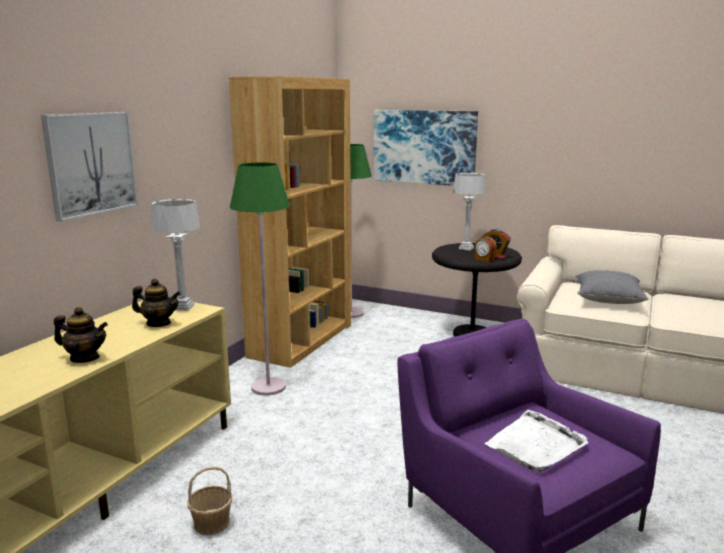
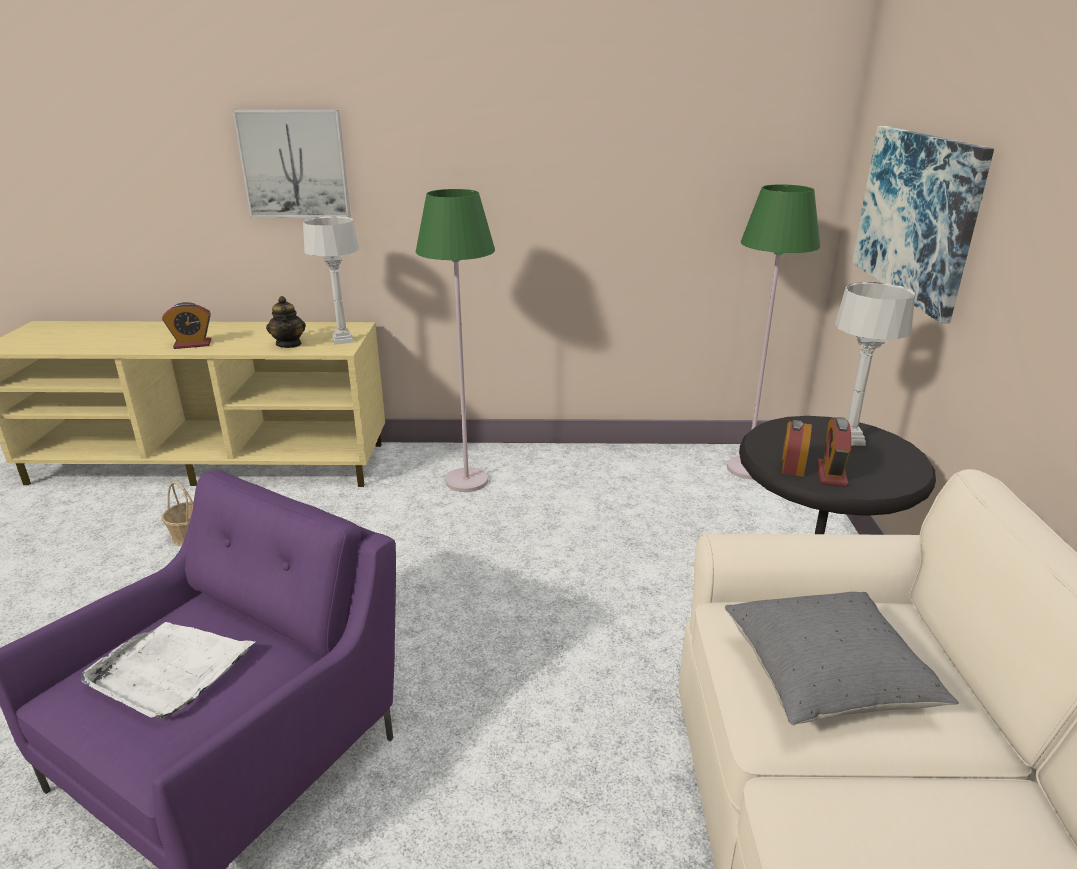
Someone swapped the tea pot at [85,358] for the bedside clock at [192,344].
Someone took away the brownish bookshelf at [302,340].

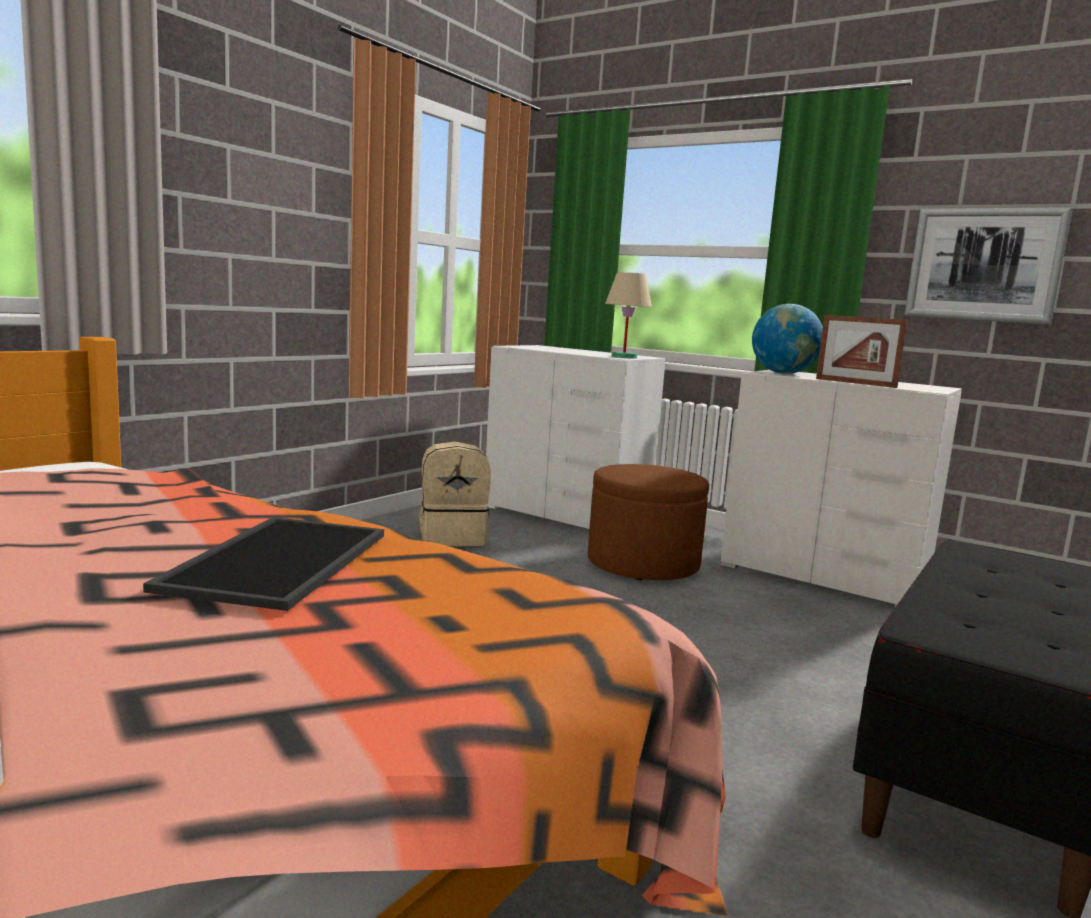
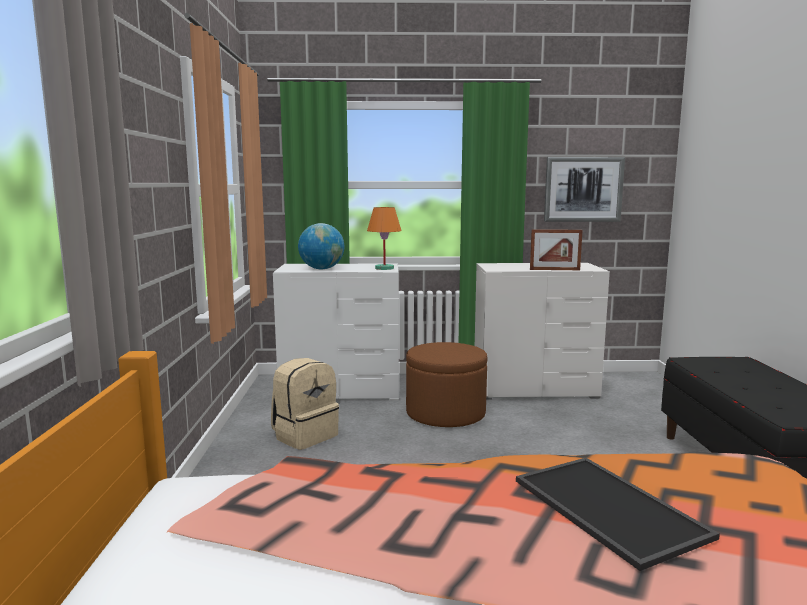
Someone repainted the beige lamp for a table at [624,357], which became the orange-coloured lamp for a table at [384,268].
Someone carried the globe from [783,373] to [322,269].

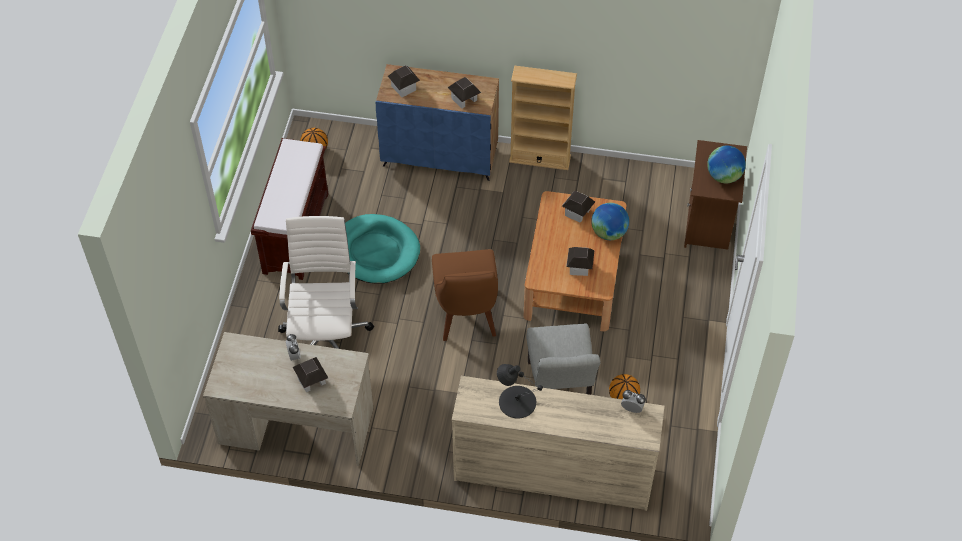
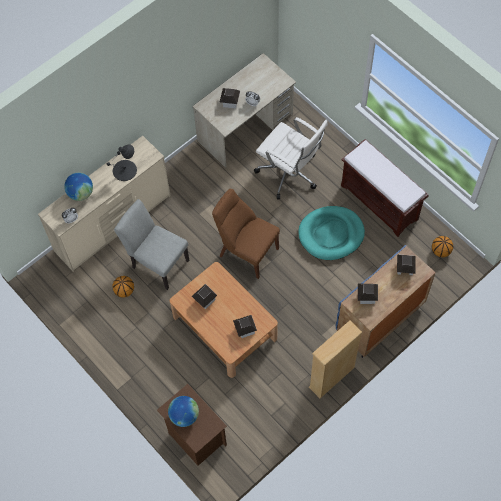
Someone carried the globe from [608,233] to [81,193].

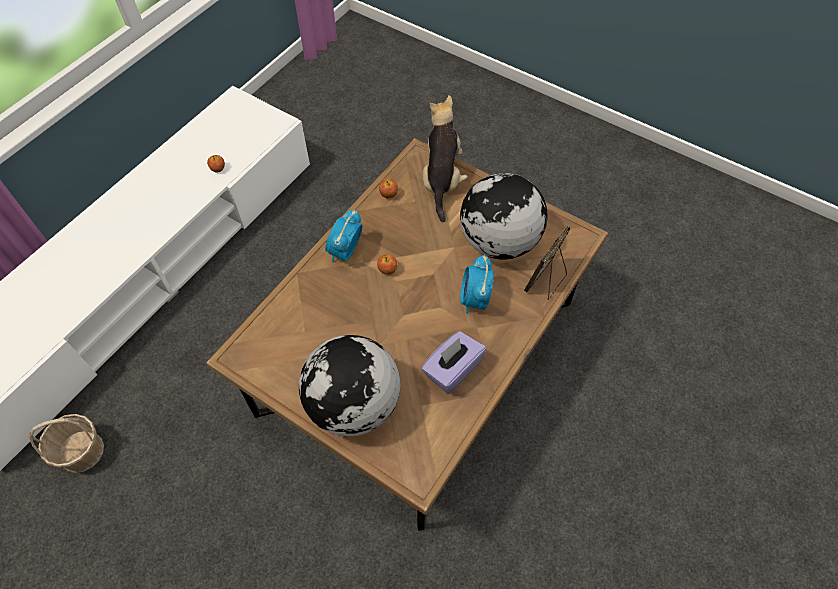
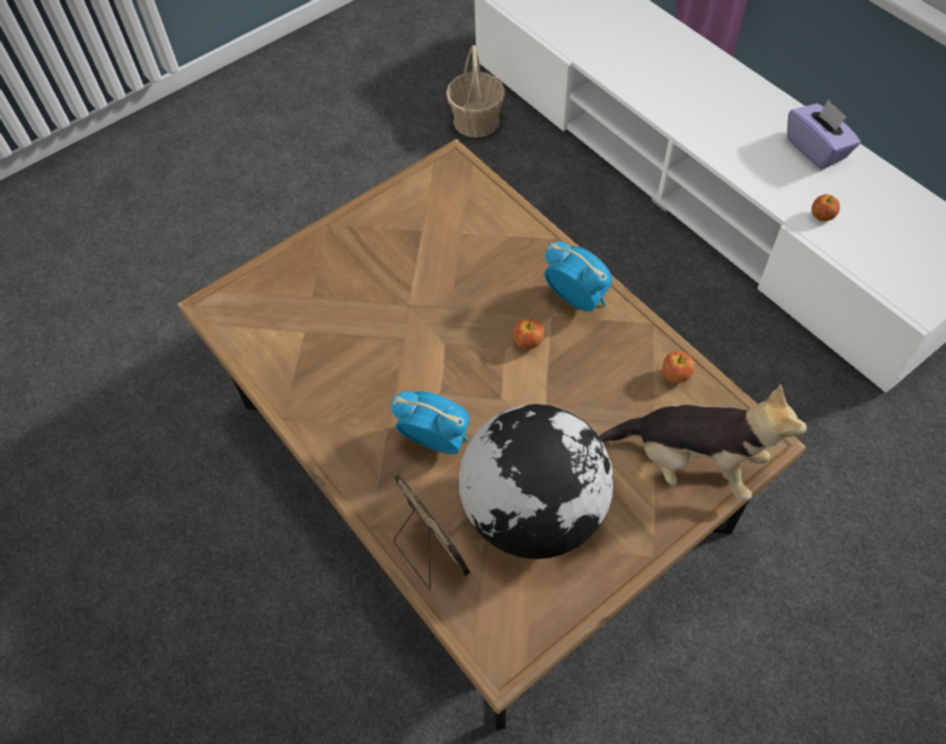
Someone took away the globe at [353,405].
Someone carried the purple tissue holder from [452,370] to [816,149].

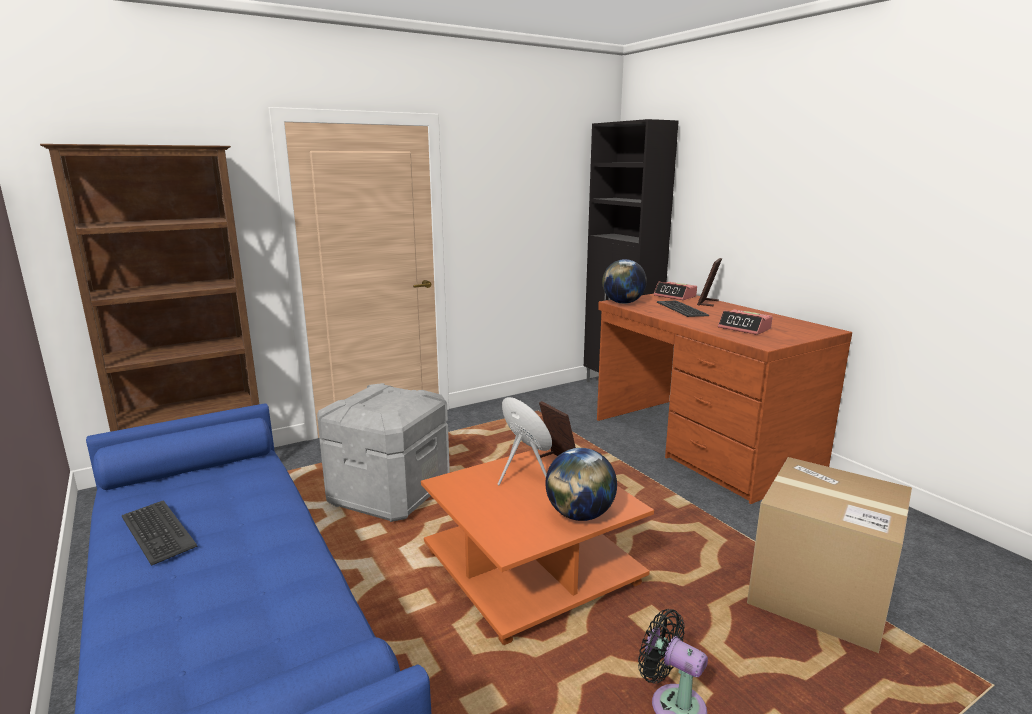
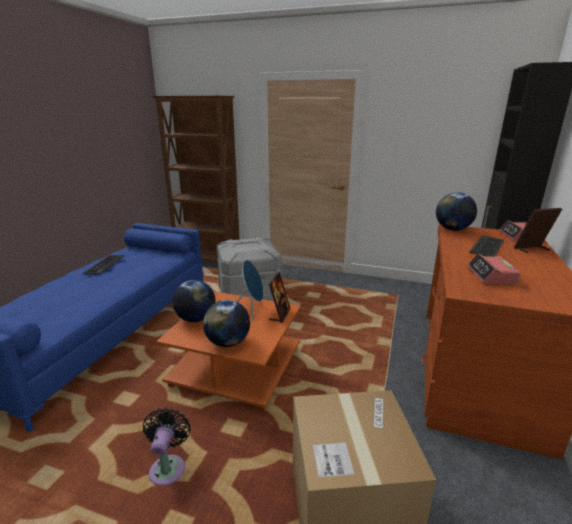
Someone put down the globe at [196,319].

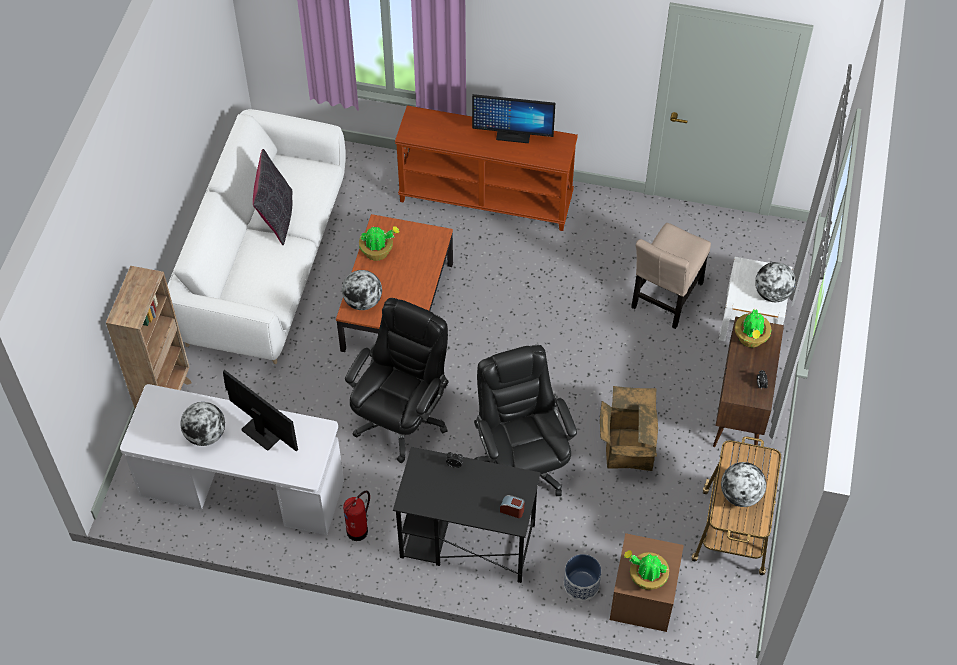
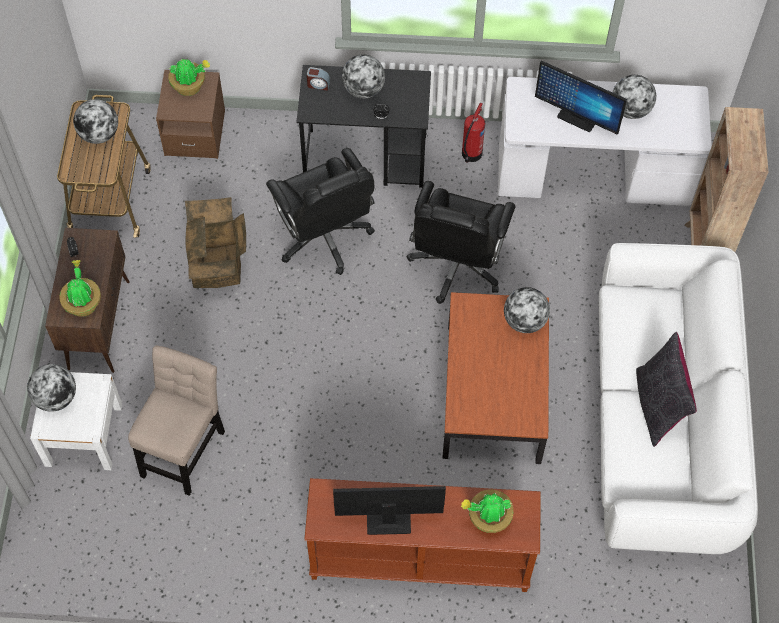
Someone carried the potted plant from [378,252] to [488,518].
Someone took away the flower pot at [581,585].
Someone put down the globe at [363,90].

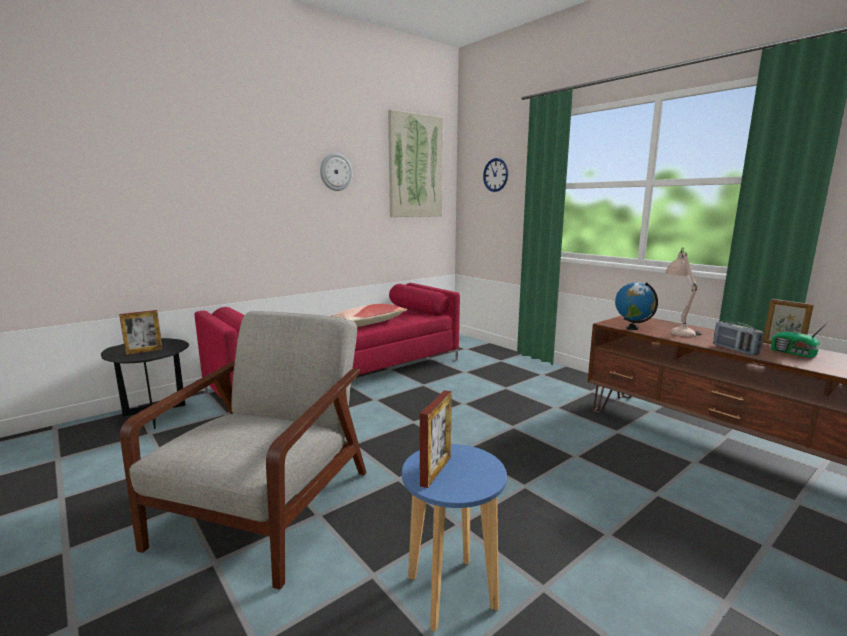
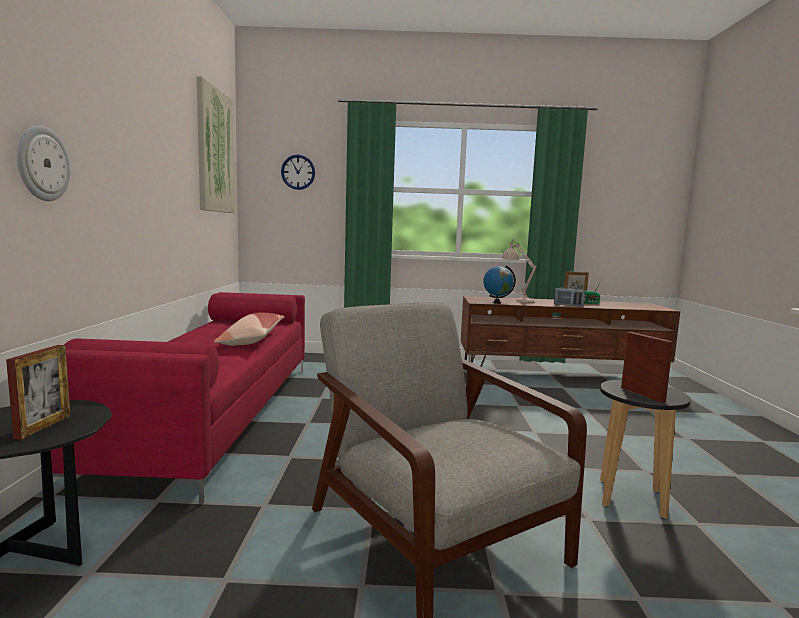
Someone carried the wall clock from [335,172] to [42,163].
Someone repainted the blue stool seat at [451,592], which became the blackish stool seat at [631,499].

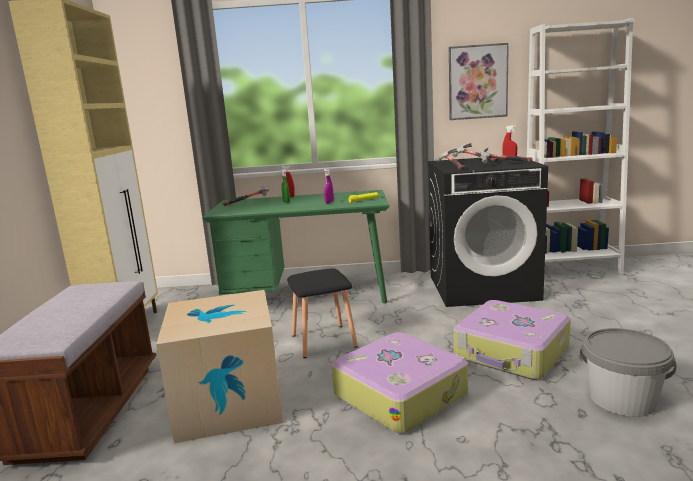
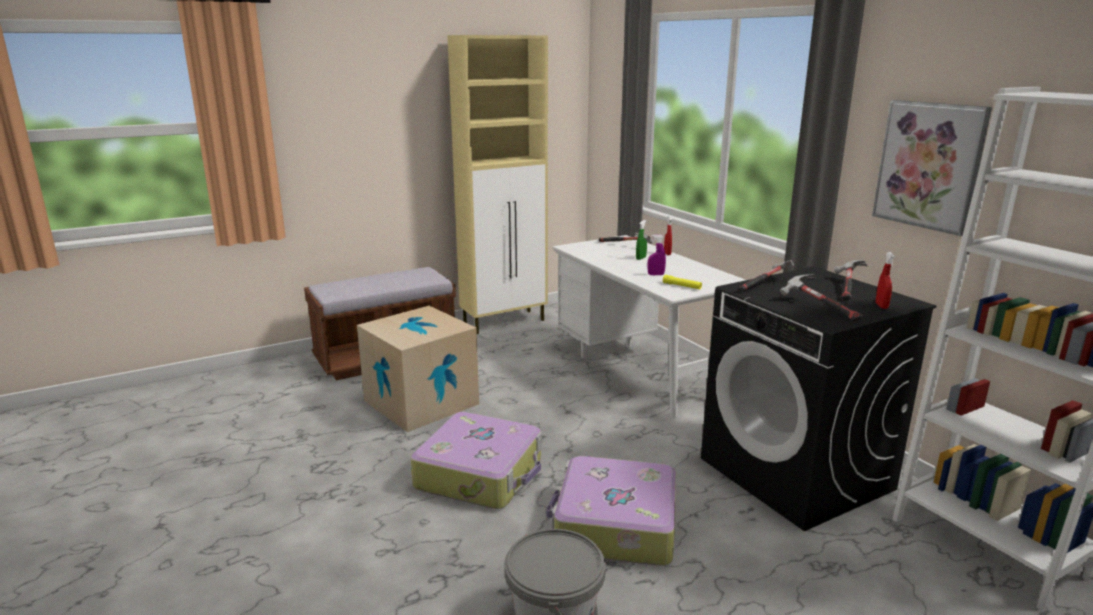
Someone repainted the greenish desk unit at [308,298], which became the white desk unit at [641,373].
Someone took away the blackish stool seat at [323,341].

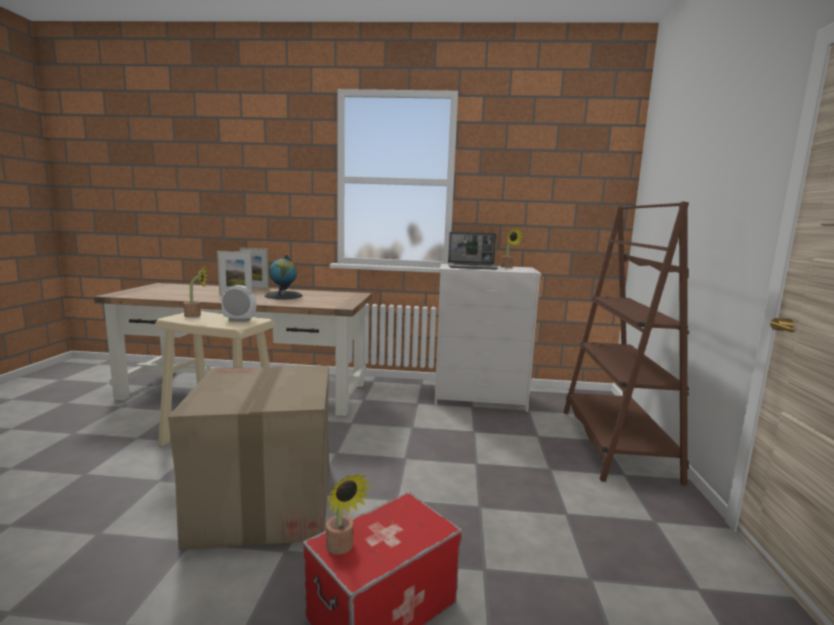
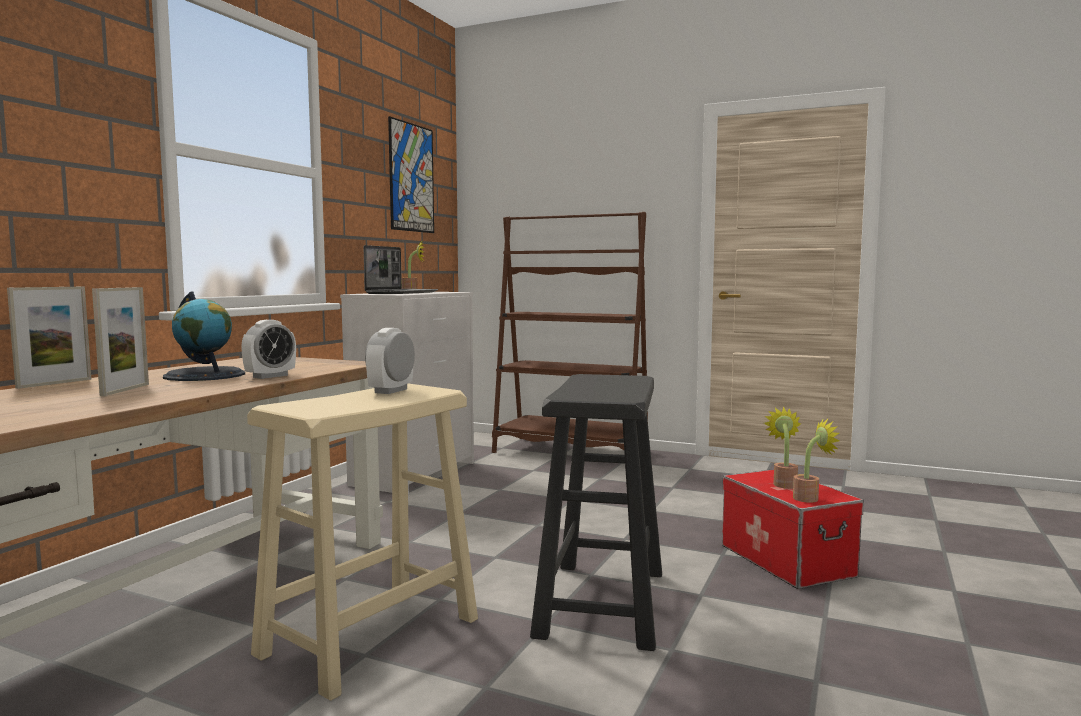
Someone swapped the packing box at [264,504] for the blackish stool seat at [602,603].
Someone carried the potted plant from [196,315] to [783,483].
Someone put down the bedside clock at [270,376].
Someone put up the wall art at [411,178].

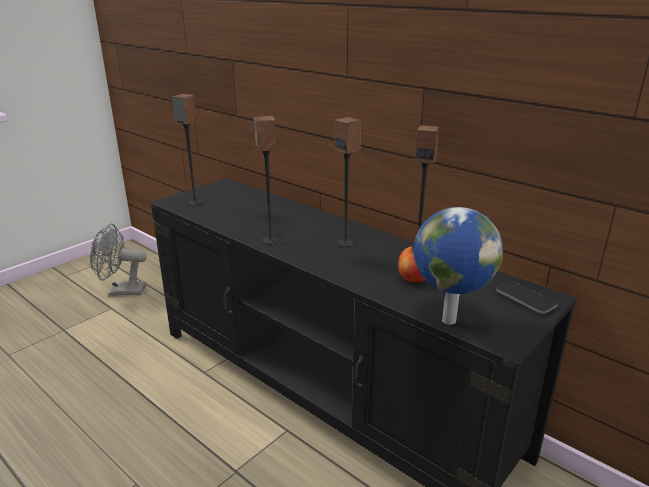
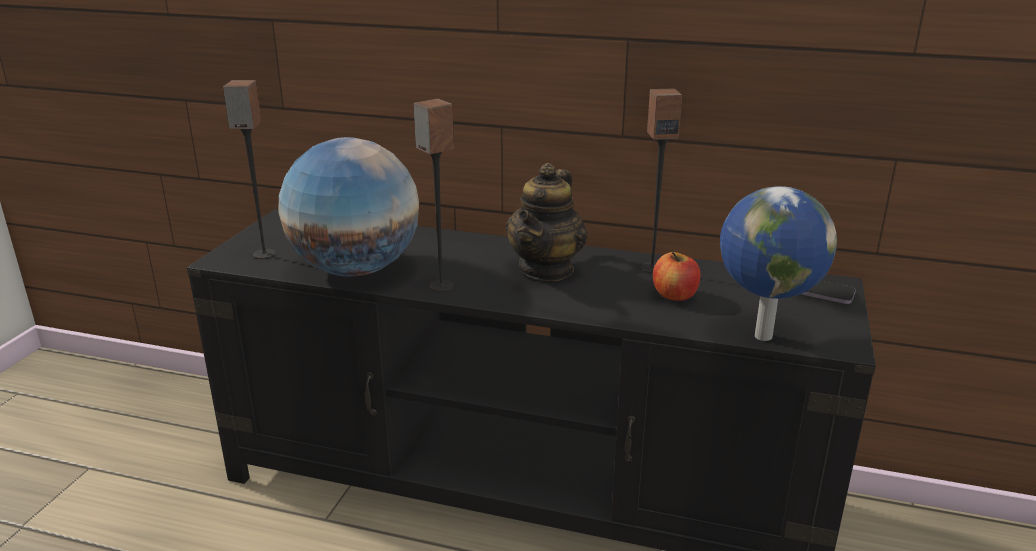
Someone took away the grey cooling fan at [121,291].
Someone swapped the speaker at [345,243] for the tea pot at [547,269].
Someone put down the globe at [355,269].

